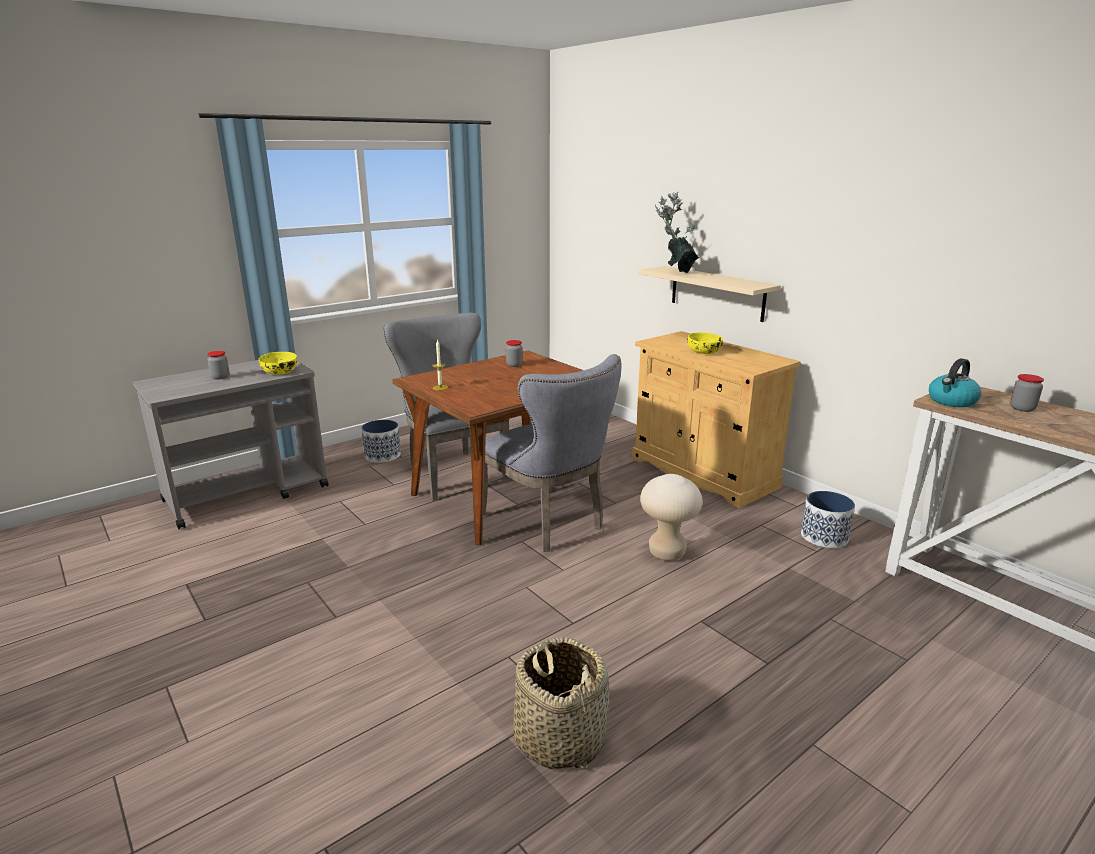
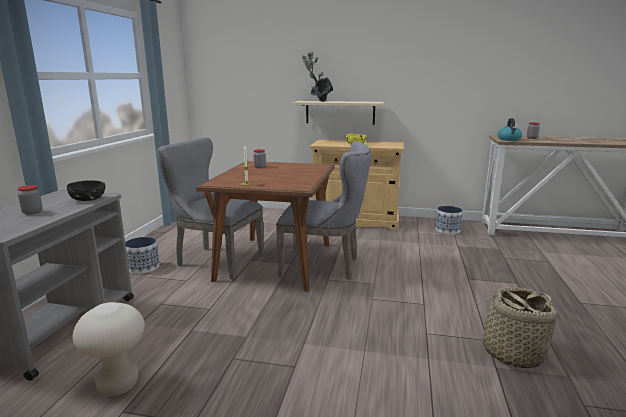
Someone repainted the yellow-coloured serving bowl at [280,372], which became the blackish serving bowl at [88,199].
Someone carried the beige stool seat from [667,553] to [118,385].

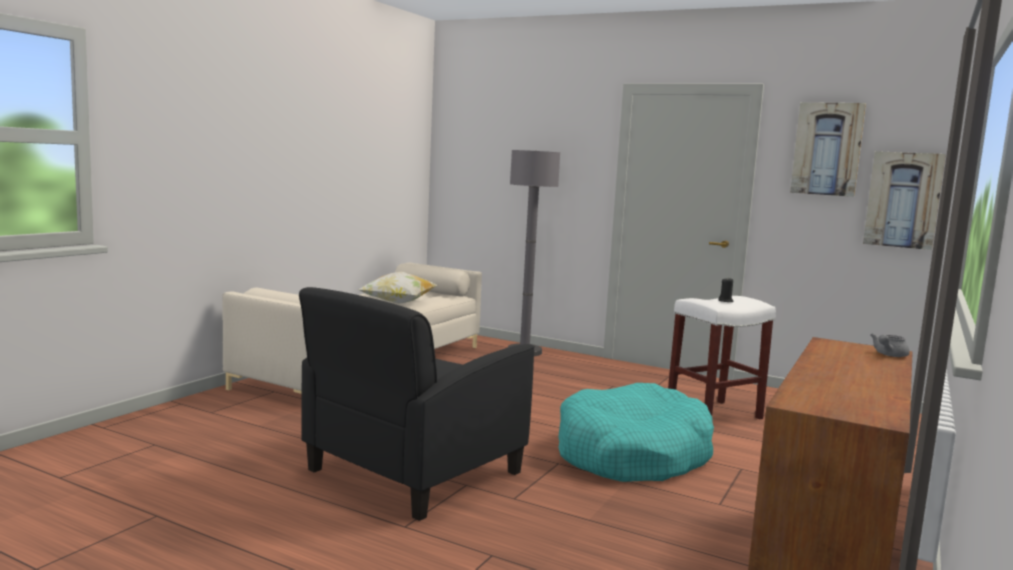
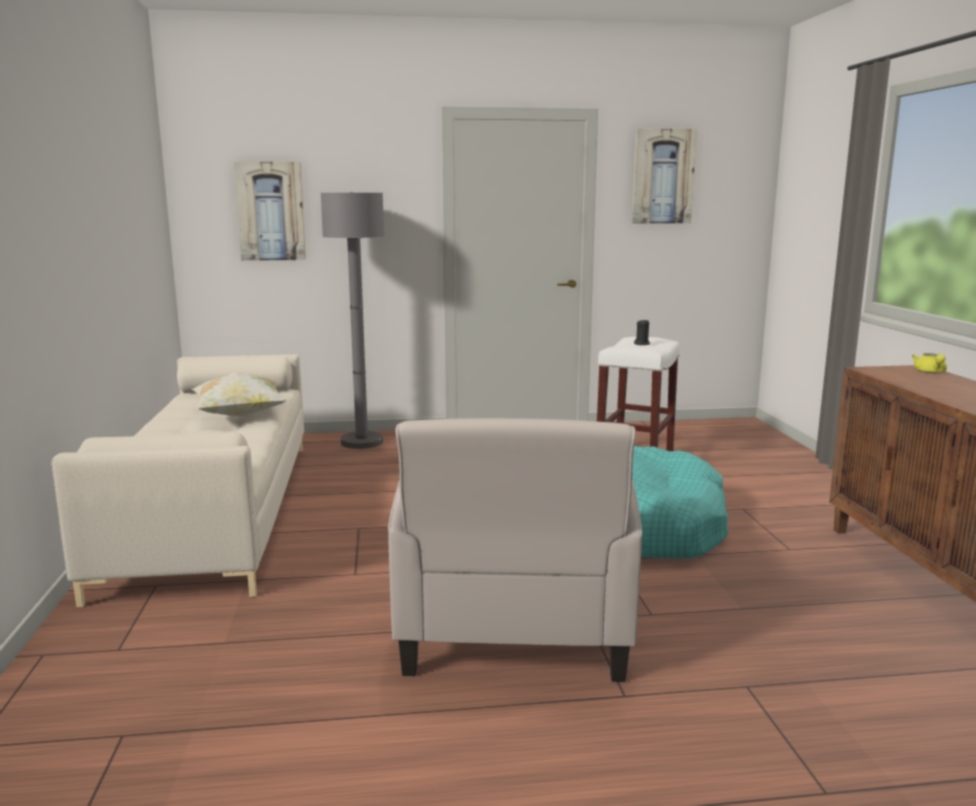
Someone repainted the blackish armchair at [413,472], which became the beige armchair at [514,627].
Someone carried the wall art from [903,200] to [270,211].
Someone repainted the grey tea pot at [888,355], which became the yellow-coloured tea pot at [930,372].

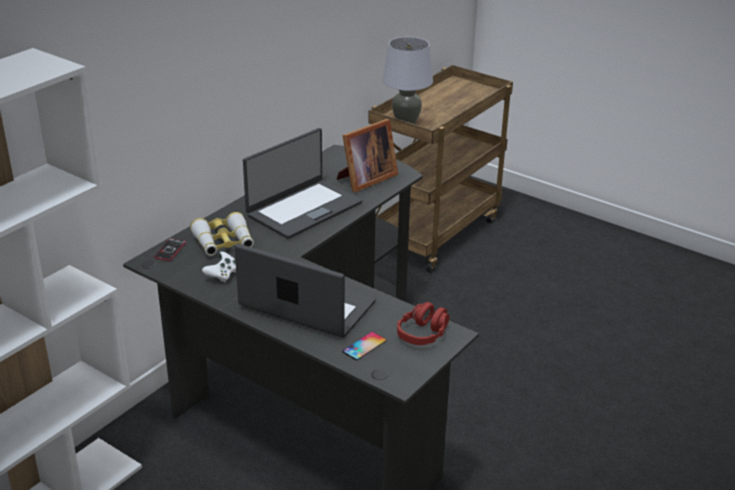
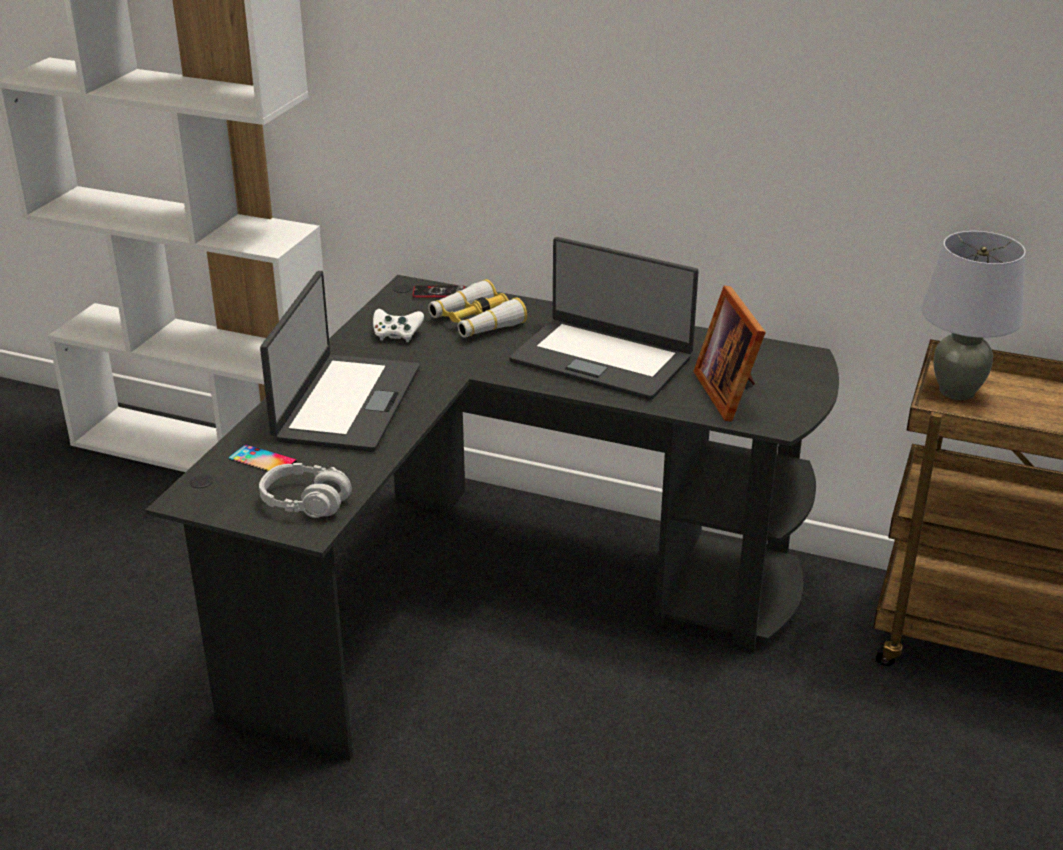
Someone rotated the photo frame at [365,179] by 45 degrees clockwise.
Someone repainted the reddish headset at [422,333], which became the grey headset at [306,502].

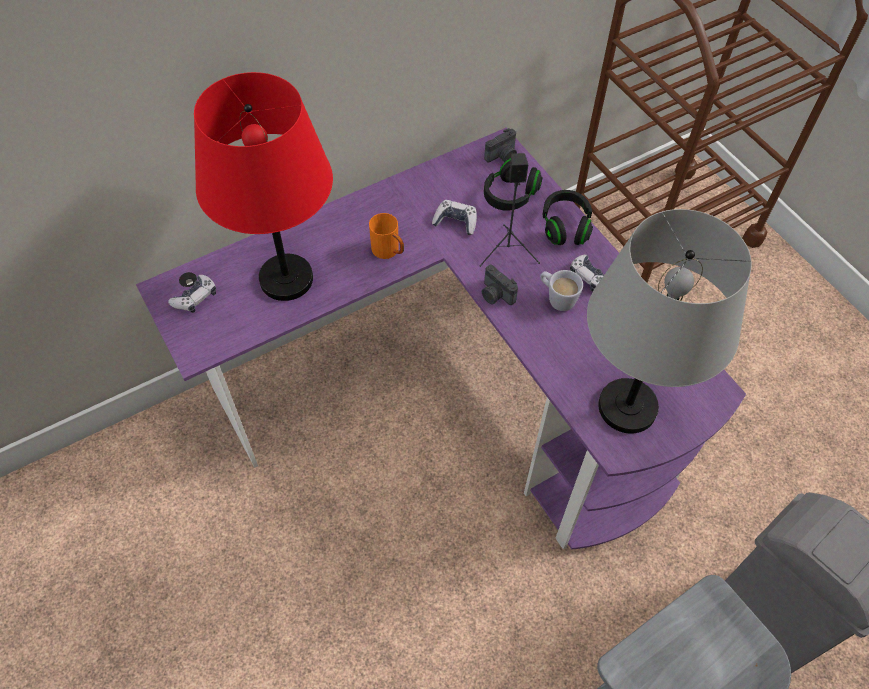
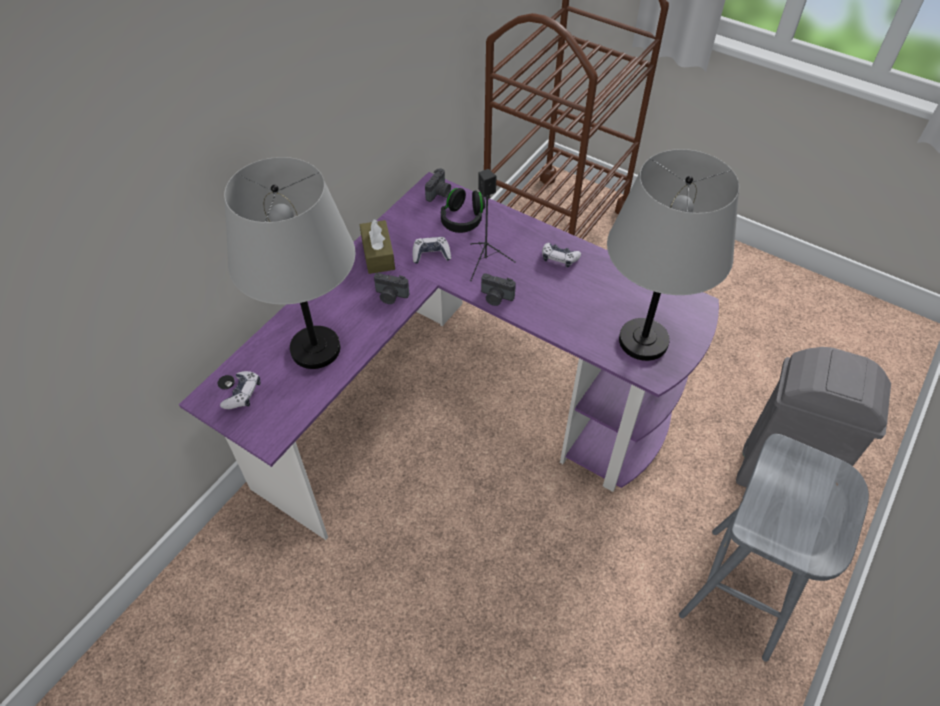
Someone repainted the reddish lamp for a table at [287,279], which became the grey lamp for a table at [316,349].
Someone swapped the orange-coloured mug at [389,252] for the photo camera at [390,296].
Someone took away the white mug at [556,298].
Someone took away the blackish headset at [565,226].
Someone put down the brownish tissue holder at [378,254].

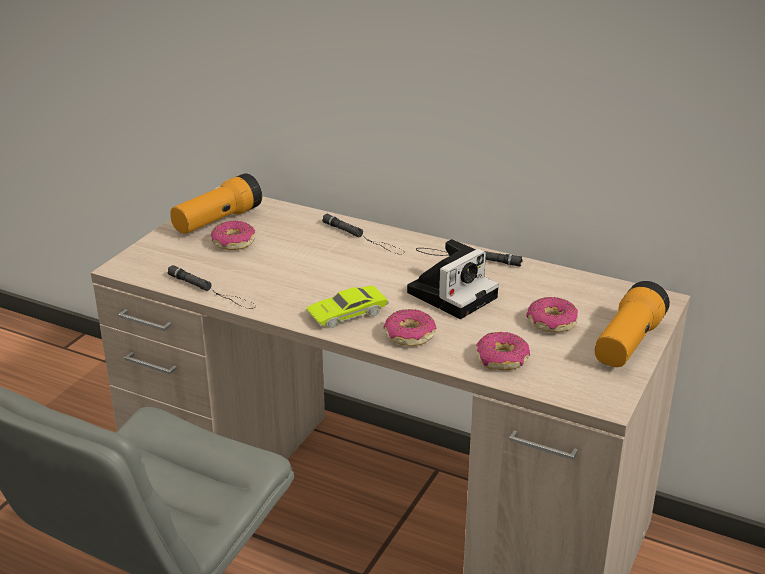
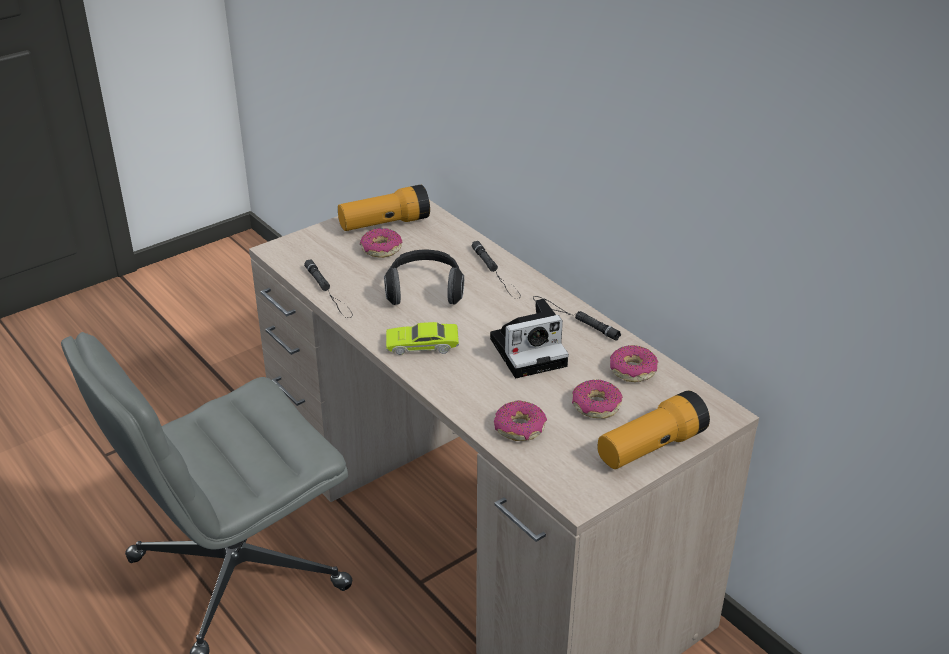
Someone carried the doughnut from [409,335] to [632,370].
Someone put down the headset at [424,290].

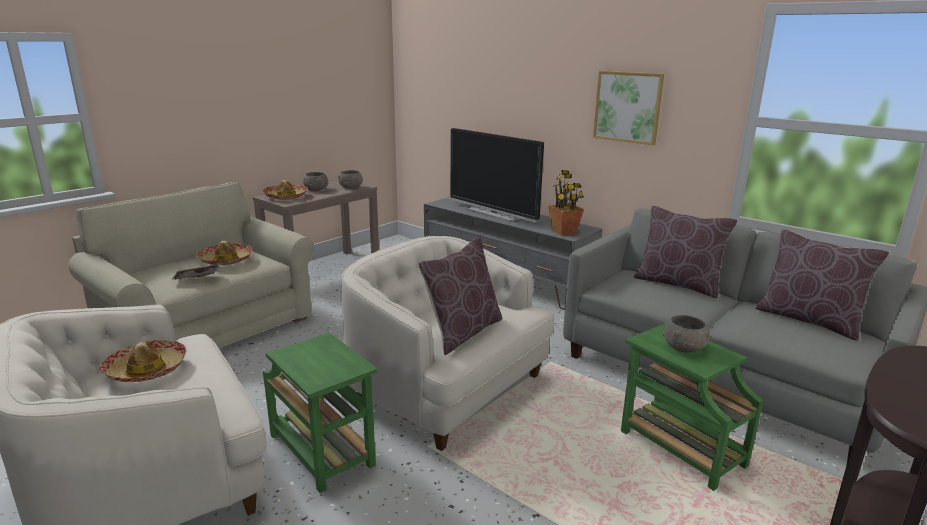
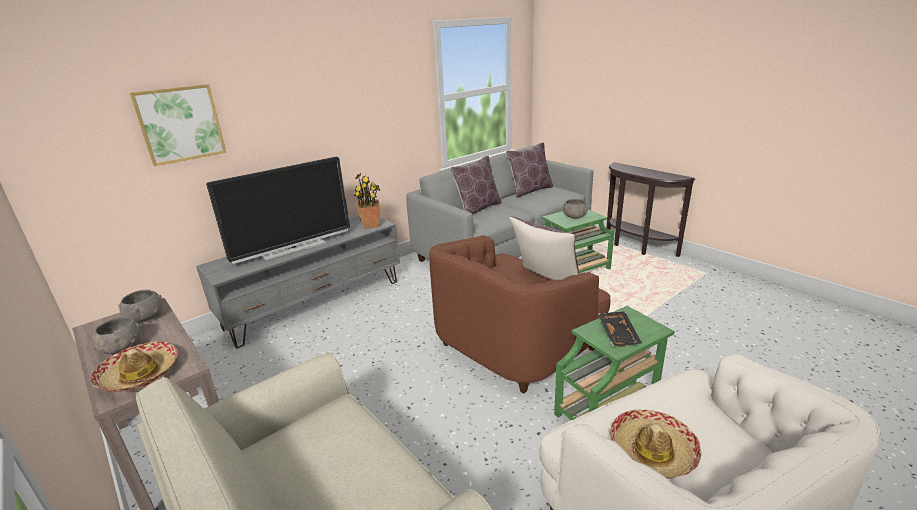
Someone carried the blackish carrying tray from [197,277] to [619,334].
Someone took away the clothing hat at [225,260].
Someone repainted the white armchair at [447,389], which became the brownish armchair at [514,345].
Someone carried the wall art from [628,107] to [180,124].

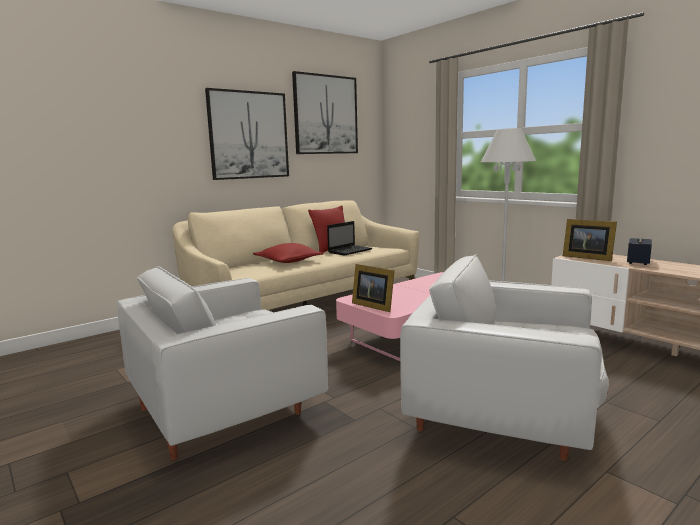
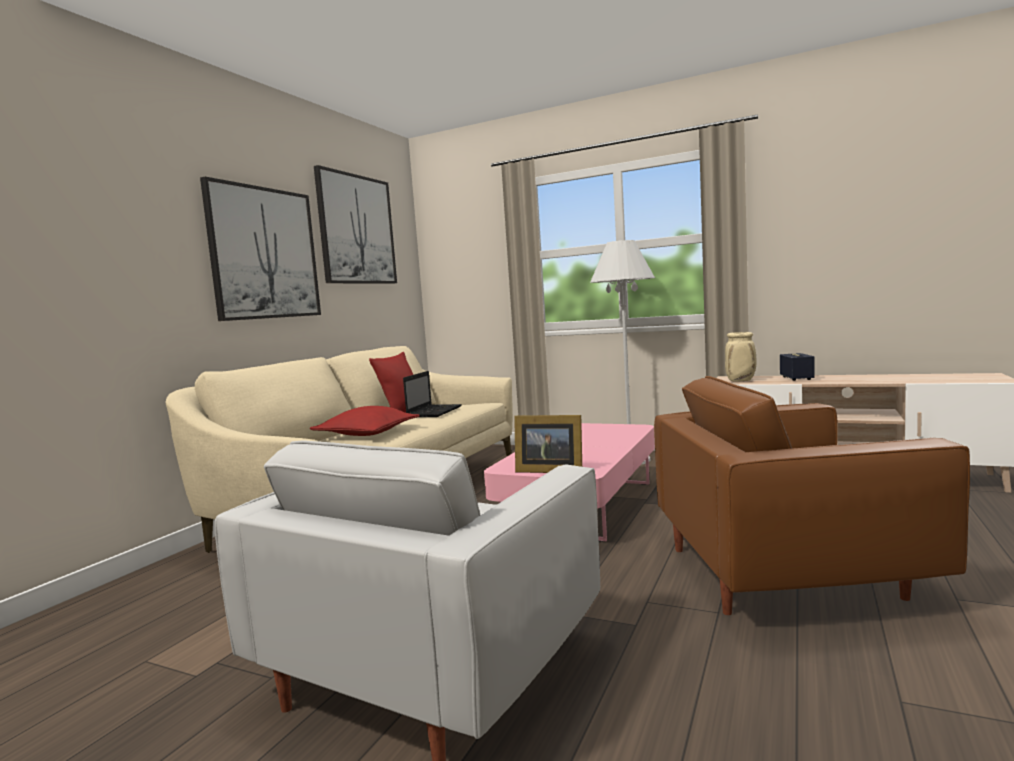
Someone repainted the white armchair at [504,415], which became the brownish armchair at [789,571].
Someone swapped the photo frame at [586,257] for the beige vase at [741,380].

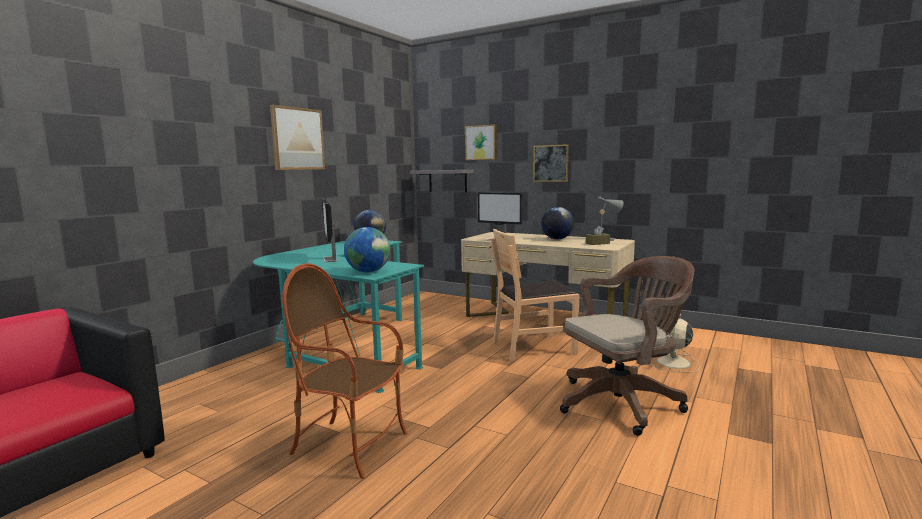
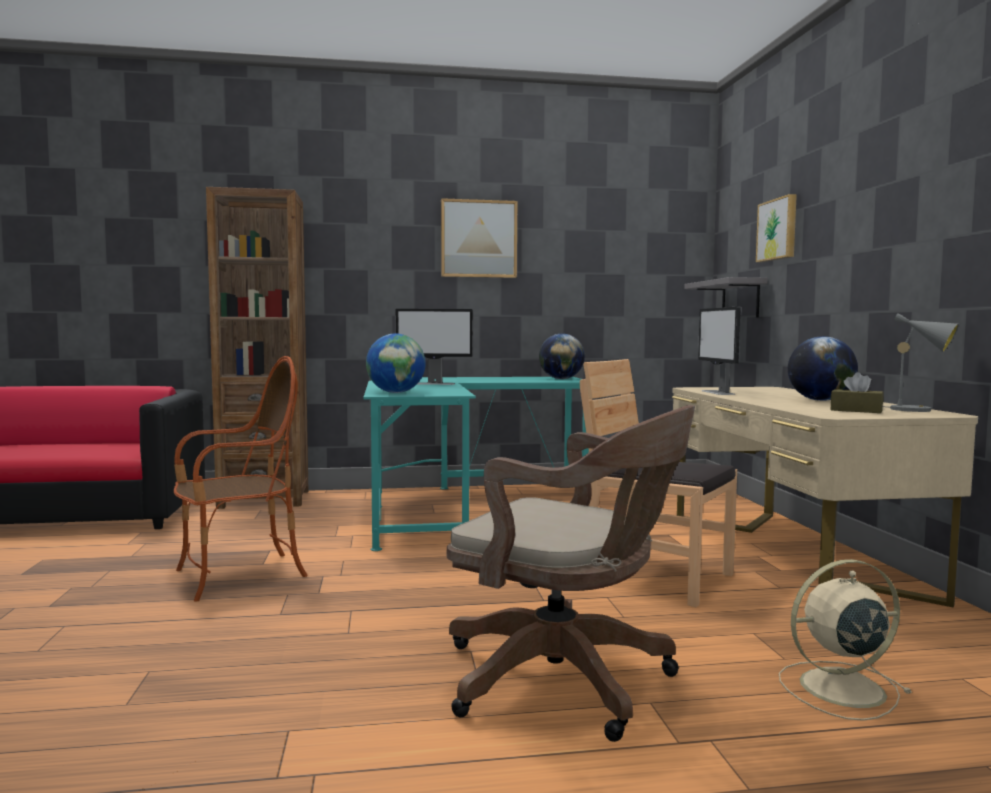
Someone rotated the armchair at [350,445] by 75 degrees clockwise.
Someone rotated the monitor at [330,259] by 120 degrees counterclockwise.
Someone took away the wall art at [551,163].
Someone put down the brownish bookshelf at [264,499].

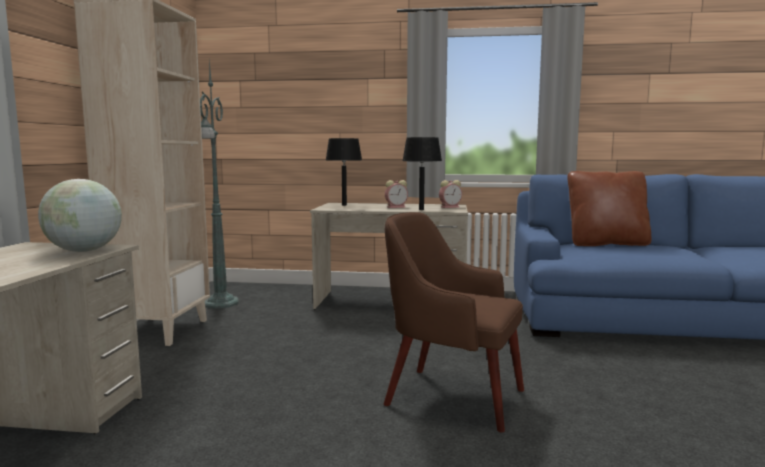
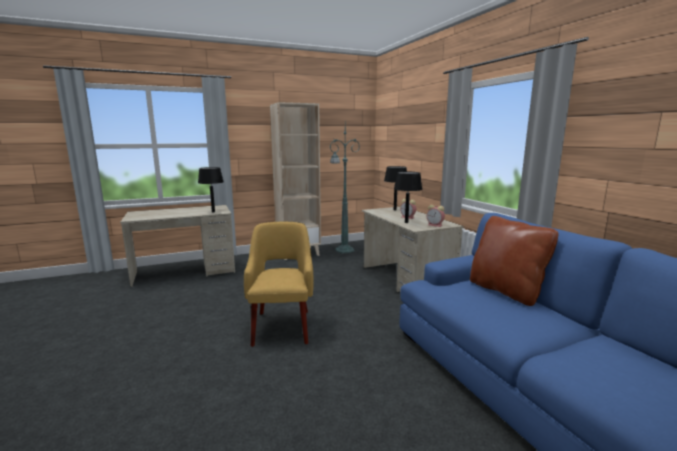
Someone swapped the globe at [84,251] for the blackish lamp for a table at [213,212].
Someone repainted the brownish armchair at [450,396], which became the yellow-coloured armchair at [282,325].

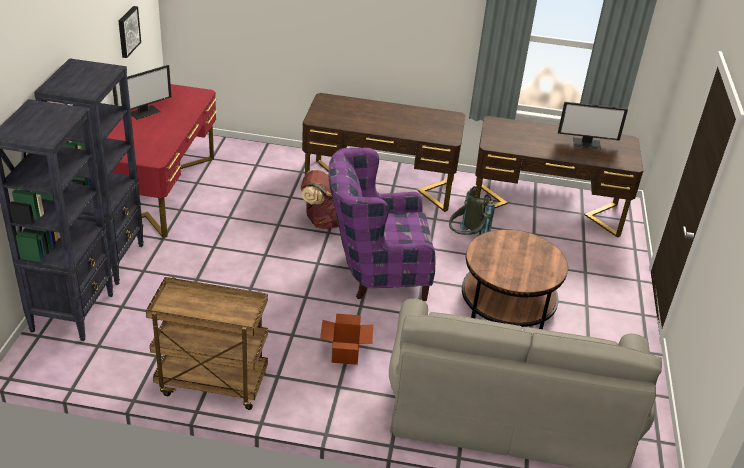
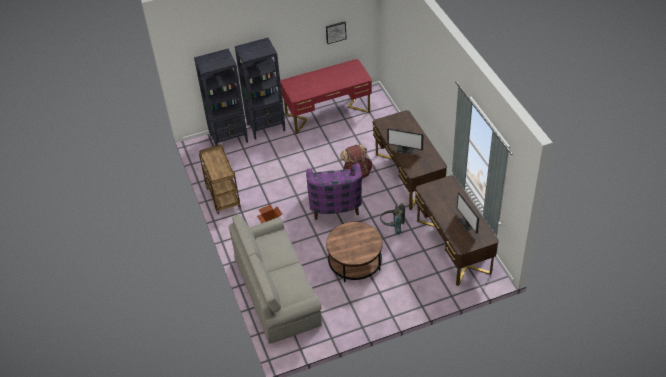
Someone carried the monitor from [144,112] to [405,149].
Someone rotated the purple armchair at [376,272] by 150 degrees counterclockwise.

